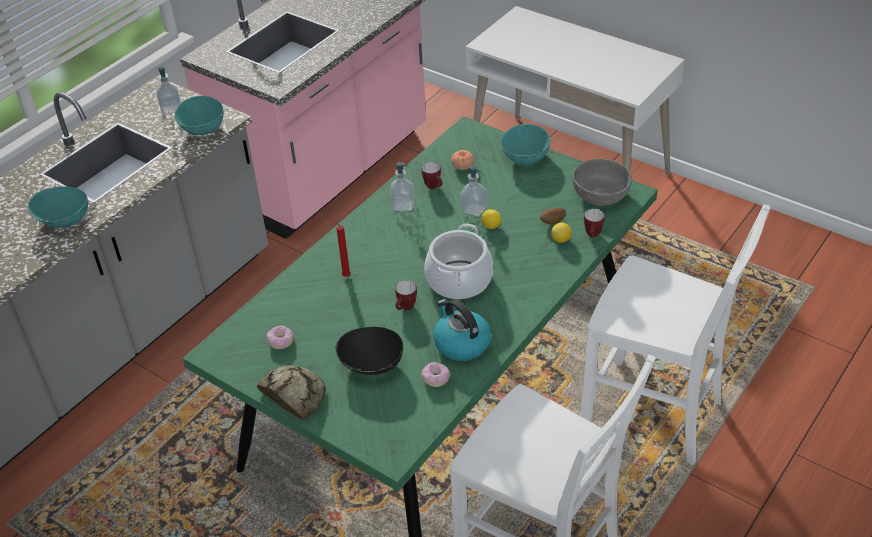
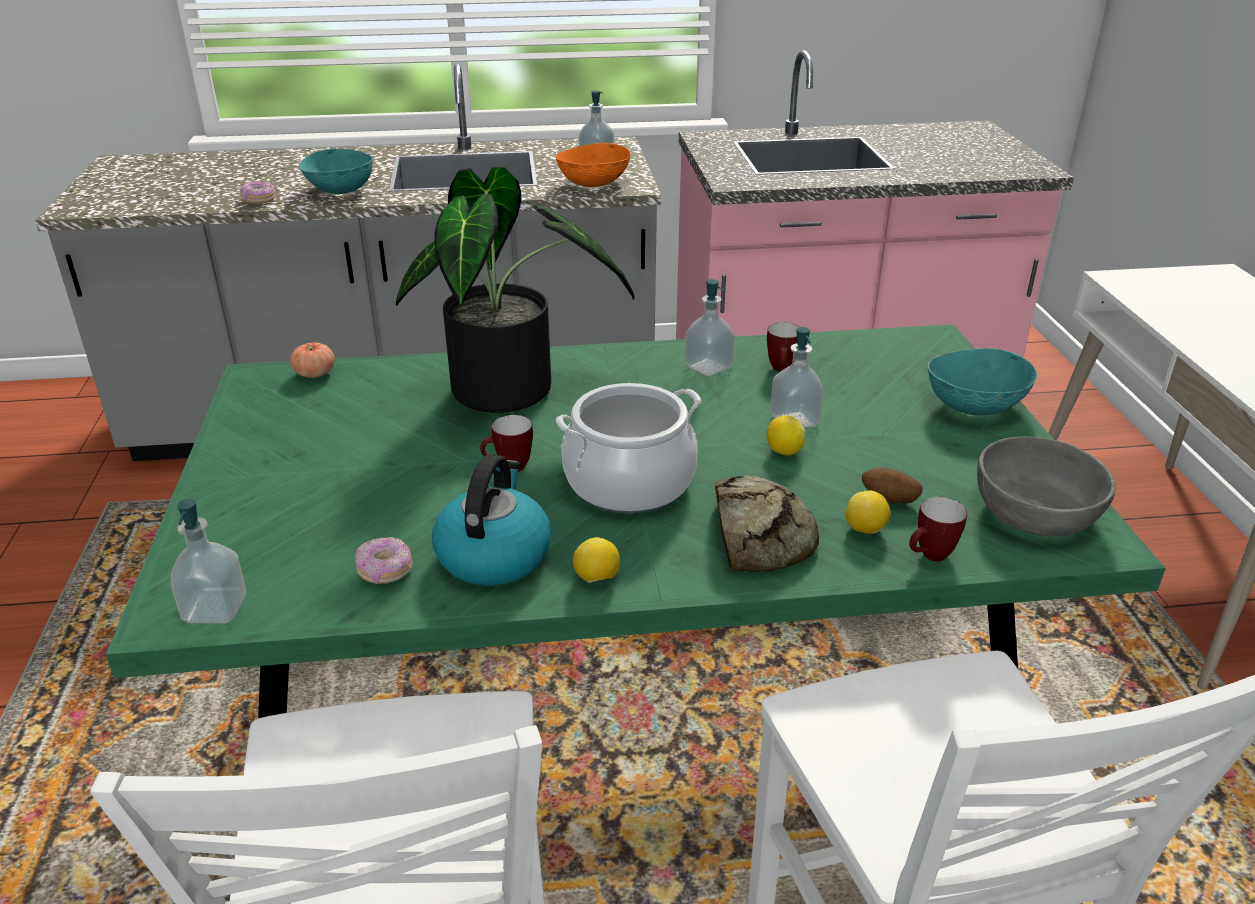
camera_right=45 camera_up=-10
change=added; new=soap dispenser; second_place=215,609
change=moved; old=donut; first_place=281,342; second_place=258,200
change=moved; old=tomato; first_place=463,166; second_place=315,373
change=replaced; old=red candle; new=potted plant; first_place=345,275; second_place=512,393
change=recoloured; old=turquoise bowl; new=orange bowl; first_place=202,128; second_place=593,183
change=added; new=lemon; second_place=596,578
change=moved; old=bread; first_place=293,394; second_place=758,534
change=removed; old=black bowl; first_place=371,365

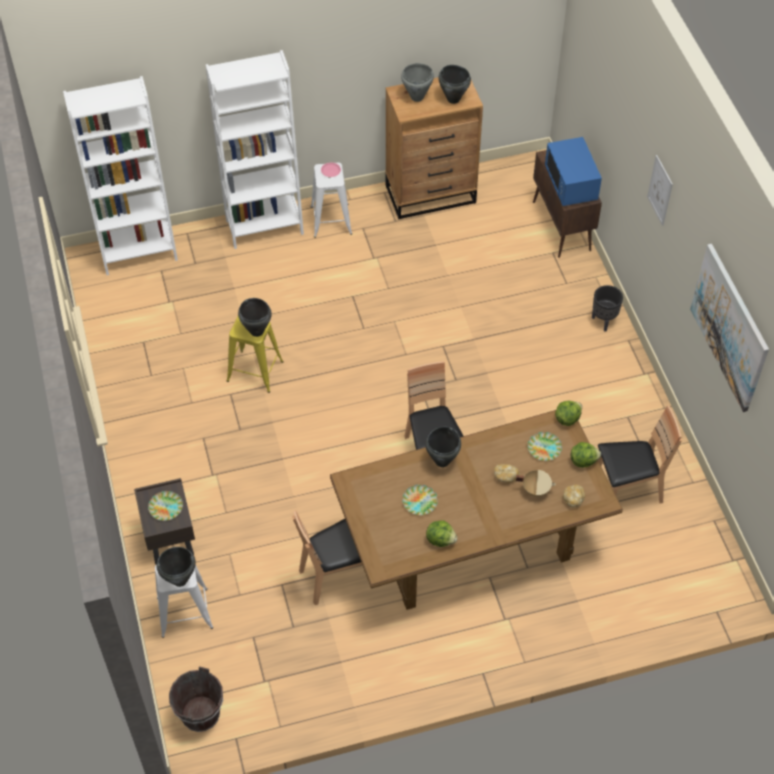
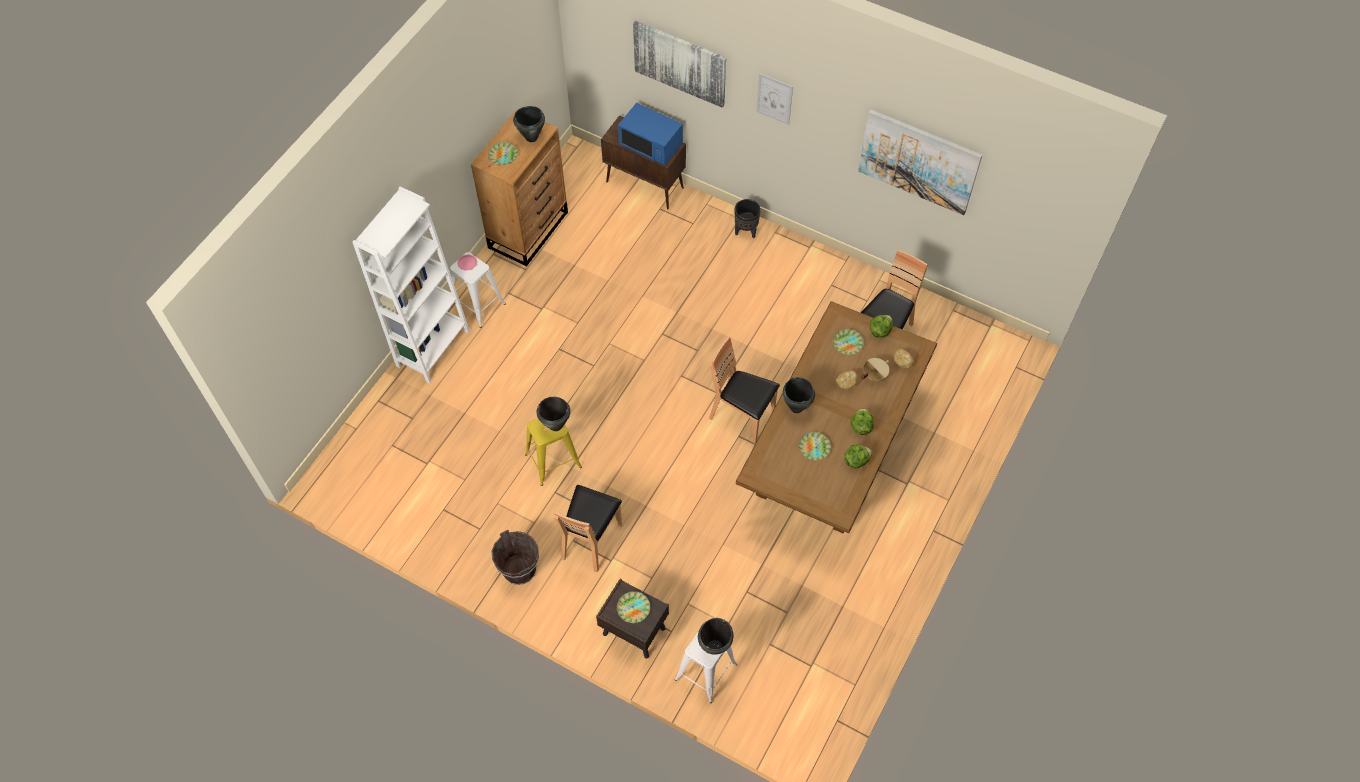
camera_right=-45 camera_up=5
change=replaced; old=grey cooking pot; new=plate; first_place=417,97; second_place=503,155
change=moved; old=brown bucket; first_place=201,714; second_place=519,569
change=moved; old=brown chair; first_place=336,576; second_place=591,540
change=added; new=picture; second_place=680,63
change=moved; old=lettuce; first_place=567,418; second_place=861,427
change=removed; old=white bookcase; first_place=138,252

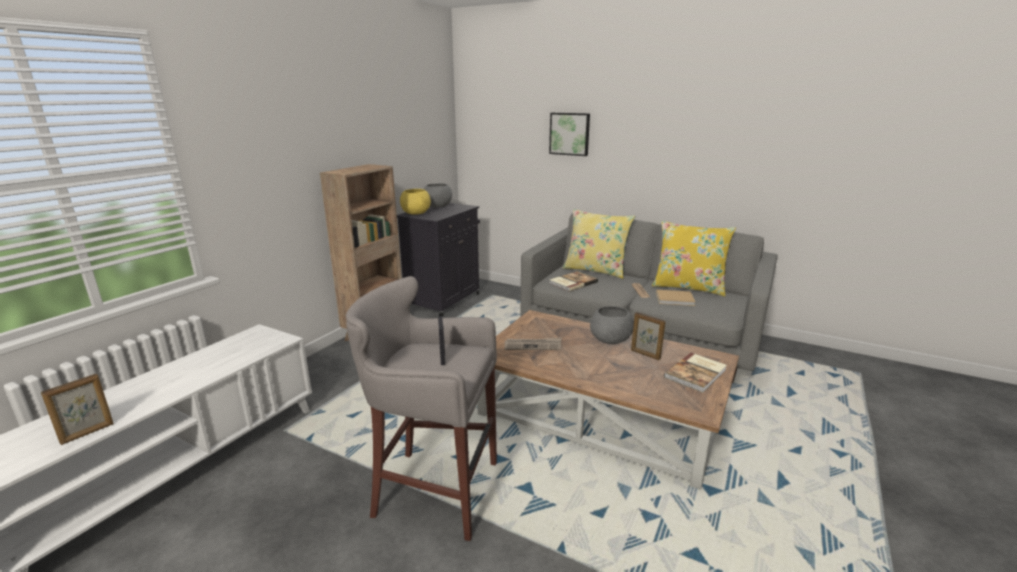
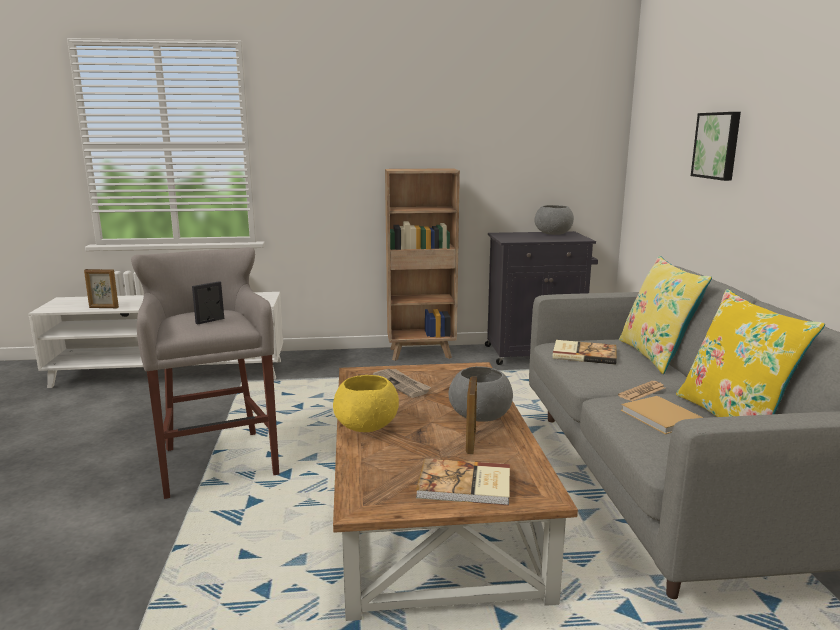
camera_right=55 camera_up=-5
change=moved; old=yellow bowl; first_place=416,213; second_place=366,426

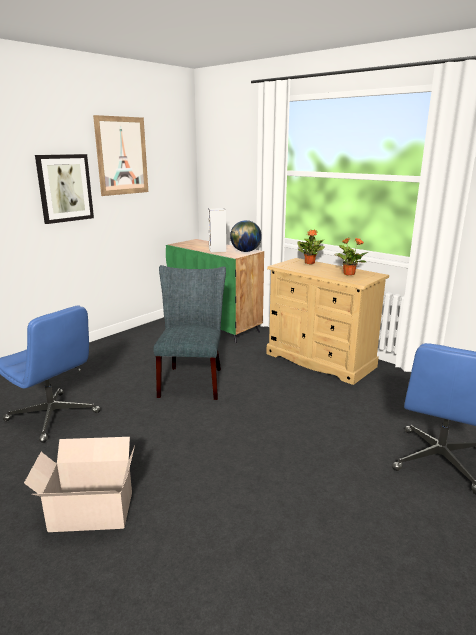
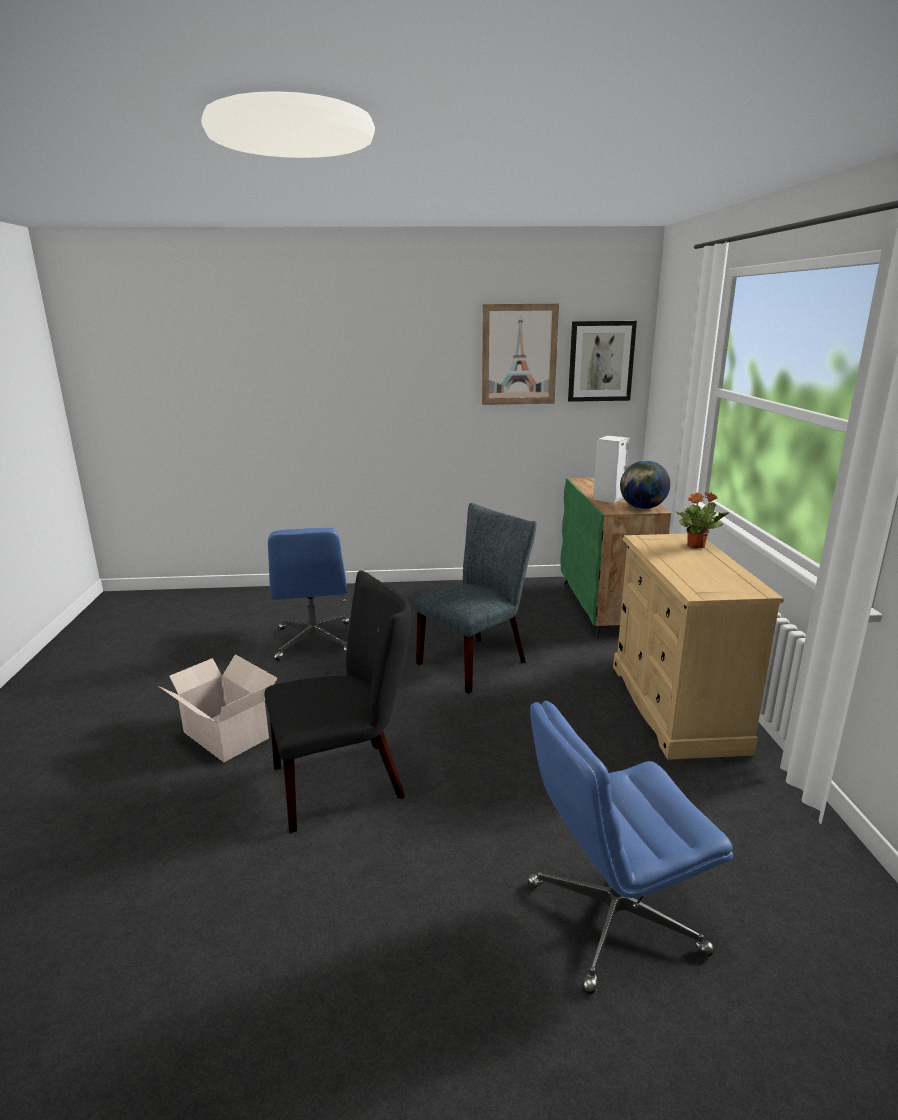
camera_right=45 camera_up=0
change=added; new=black chair; second_place=347,780
change=moved; old=picture; first_place=65,188; second_place=601,361
change=removed; old=potted plant; first_place=348,274

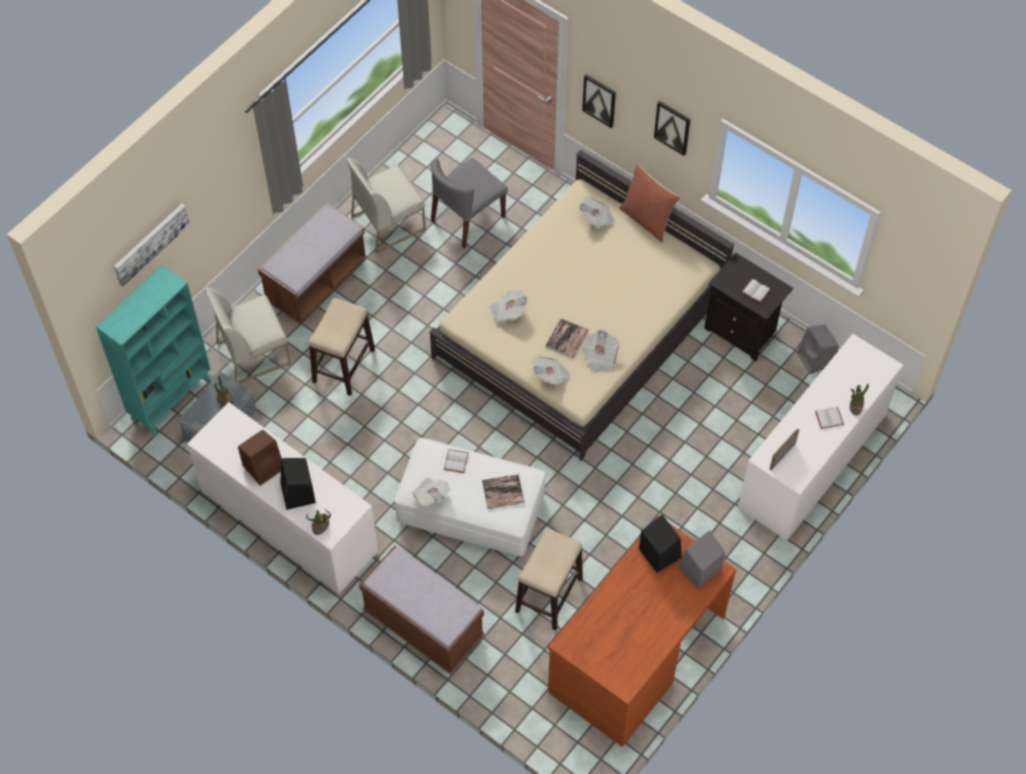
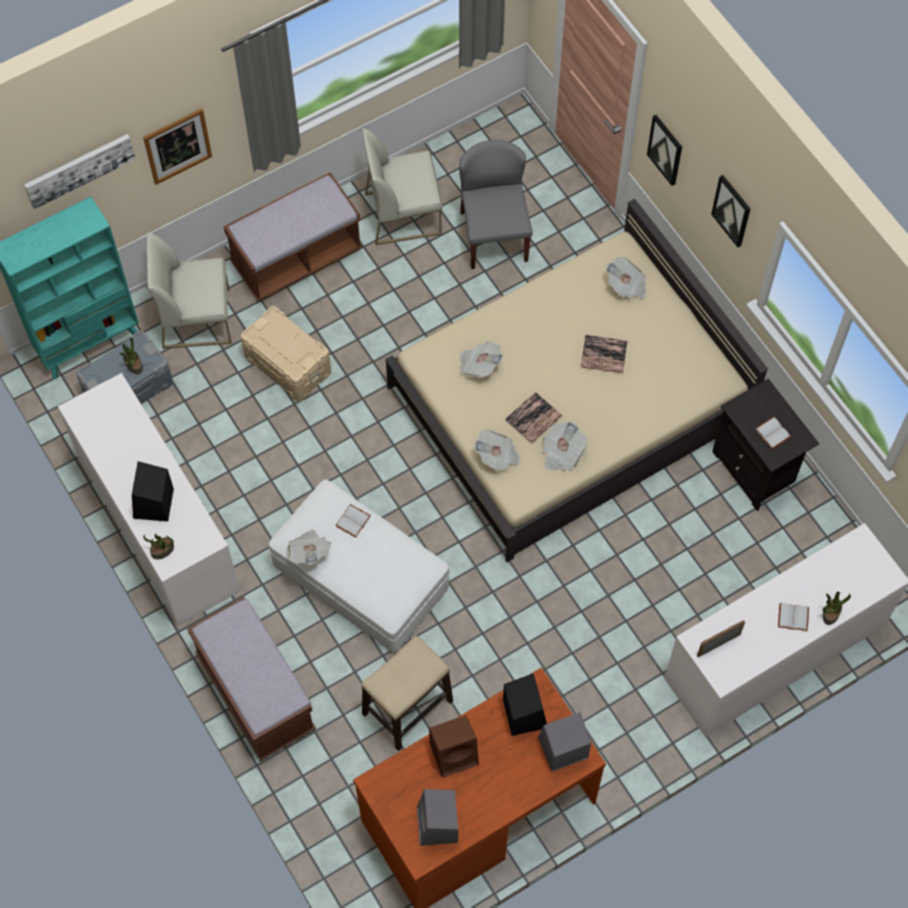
camera_right=20 camera_up=5
change=added; new=picture; second_place=177,146
change=replaced; old=stool; new=beige storage box; first_place=344,365; second_place=288,364
change=moved; old=grey speaker; first_place=816,359; second_place=438,826
change=moved; old=brown speaker; first_place=264,466; second_place=455,753
change=turned; old=grey chair; first_place=467,218; second_place=493,235; degrees=105
change=moved; old=book; first_place=503,492; second_place=603,355
change=removed; old=pillow; first_place=647,219

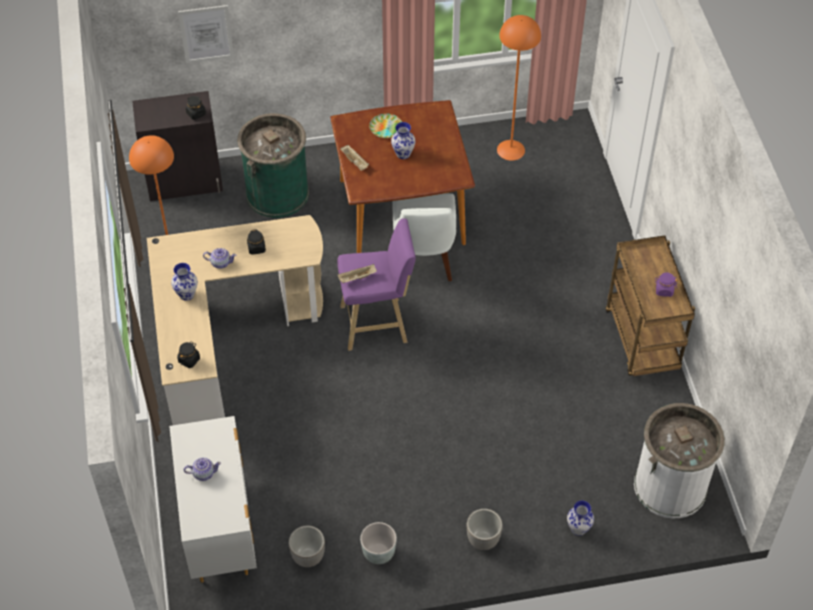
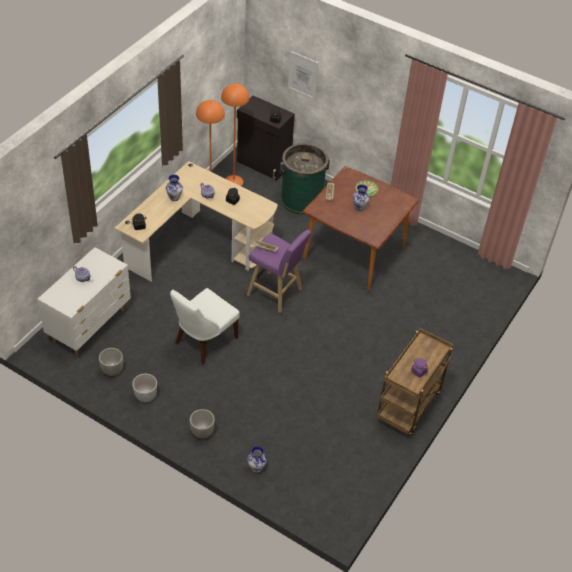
camera_right=40 camera_up=-5
change=moved; old=white chair; first_place=424,259; second_place=203,341
change=moved; old=orange floor lamp; first_place=511,150; second_place=233,181
change=removed; old=white trash can; first_place=670,486

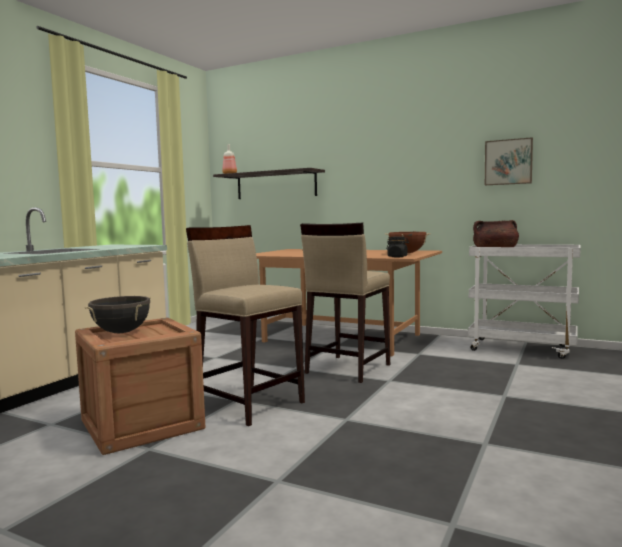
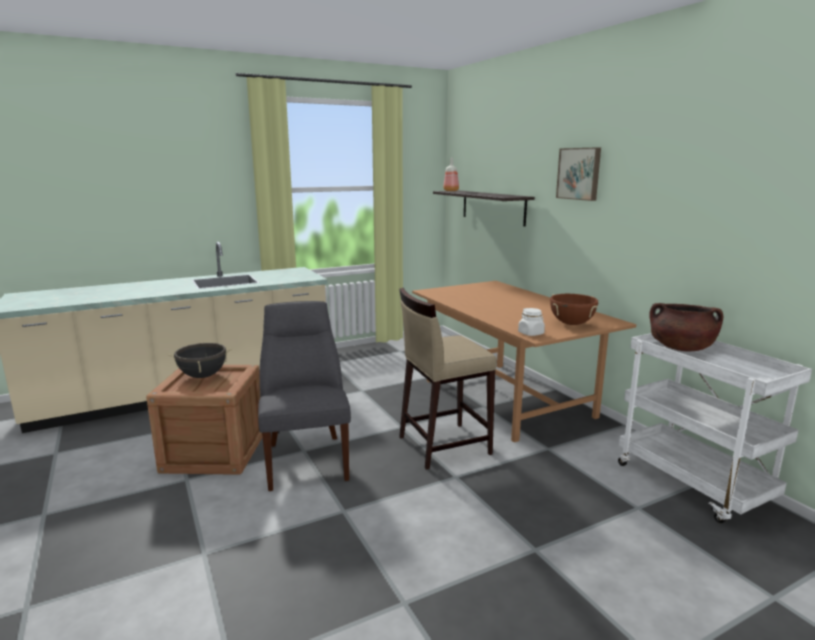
camera_right=35 camera_up=10
change=replaced; old=beige stool; new=grey chair; first_place=250,403; second_place=306,459
change=recoloured; old=black jar; new=white jar; first_place=397,257; second_place=531,333
change=moved; old=picture; first_place=508,162; second_place=579,173

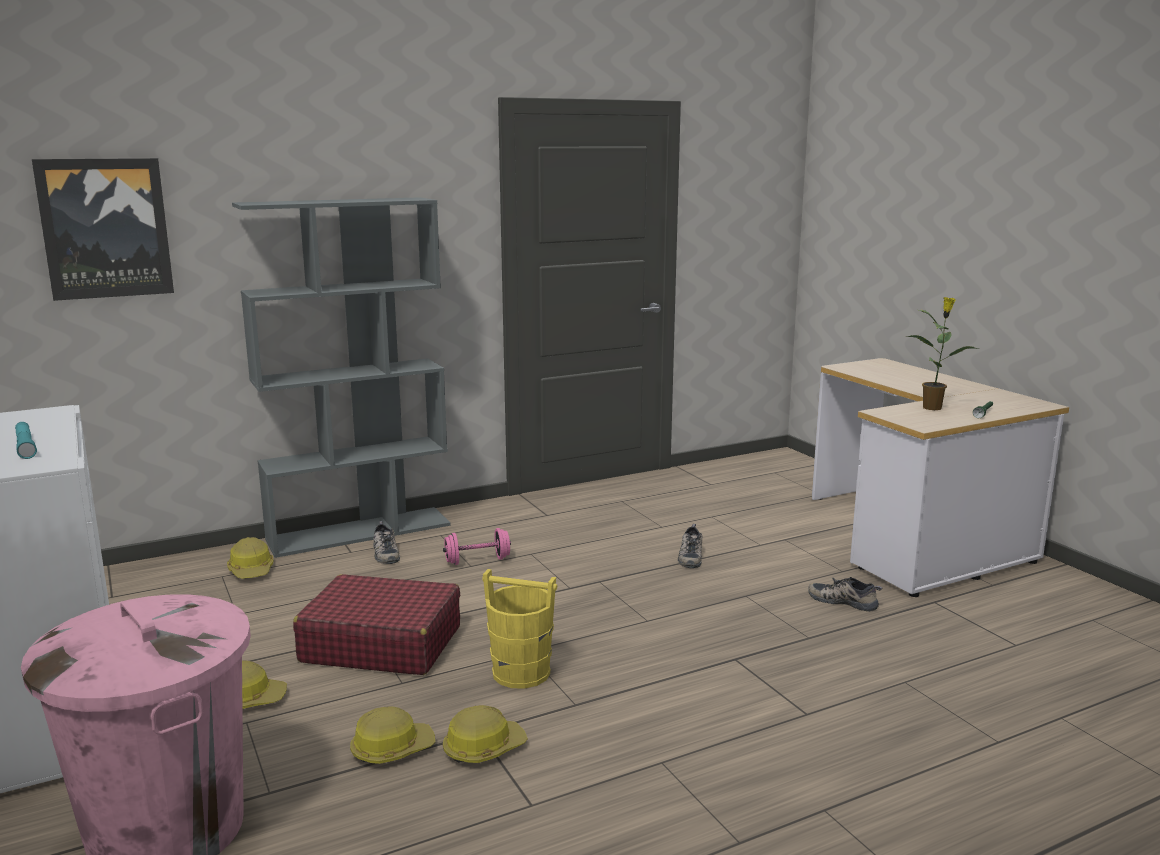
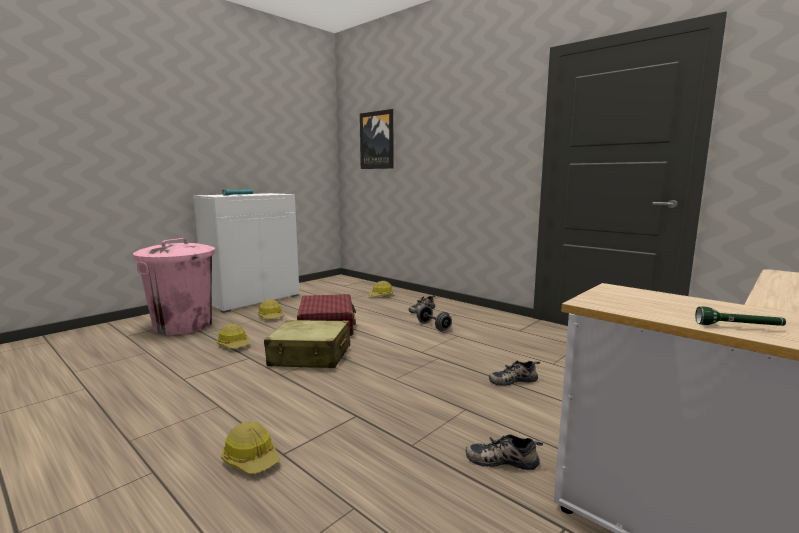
camera_right=70 camera_up=-5
change=moved; old=hard hat; first_place=483,748; second_place=251,459
change=replaced; old=yellow bucket; new=beige suitcase; first_place=520,673; second_place=310,356
change=recoloured; old=pink dumbbell; new=grey dumbbell; first_place=477,560; second_place=433,326
change=turned; old=shoe; first_place=844,601; second_place=502,459; degrees=-90
change=removed; old=grey bookcase; first_place=360,532
change=removed; old=potted plant; first_place=933,407

